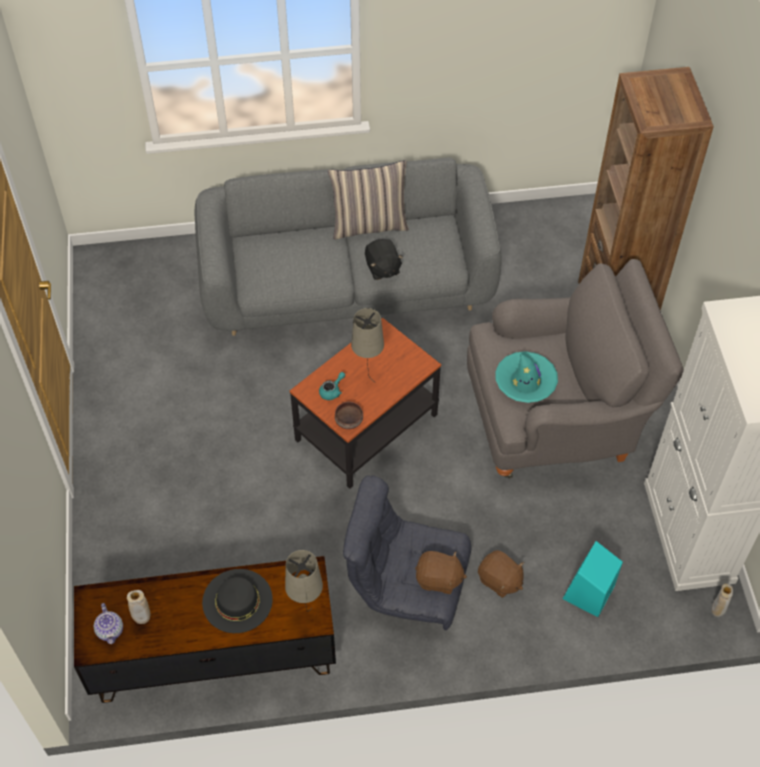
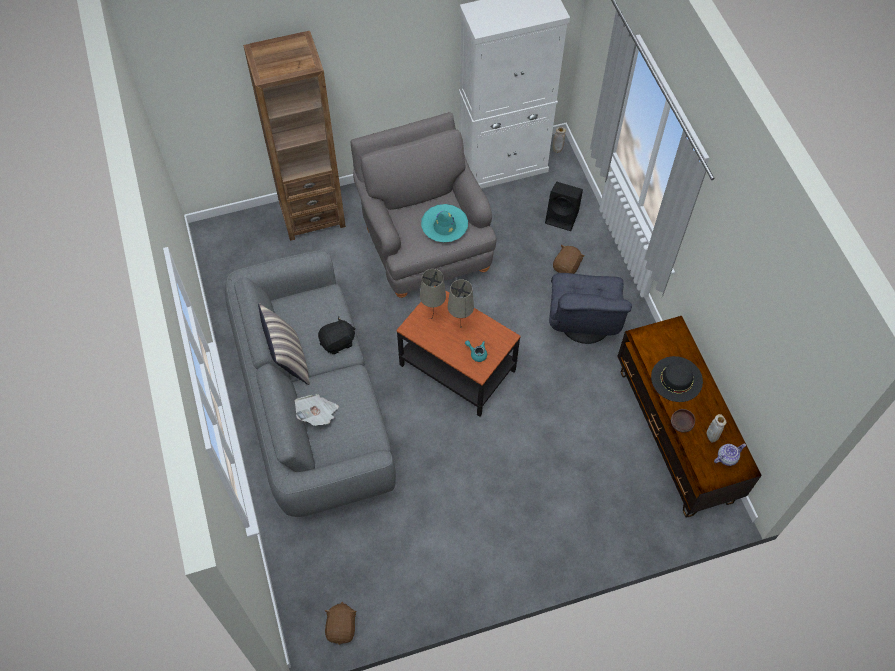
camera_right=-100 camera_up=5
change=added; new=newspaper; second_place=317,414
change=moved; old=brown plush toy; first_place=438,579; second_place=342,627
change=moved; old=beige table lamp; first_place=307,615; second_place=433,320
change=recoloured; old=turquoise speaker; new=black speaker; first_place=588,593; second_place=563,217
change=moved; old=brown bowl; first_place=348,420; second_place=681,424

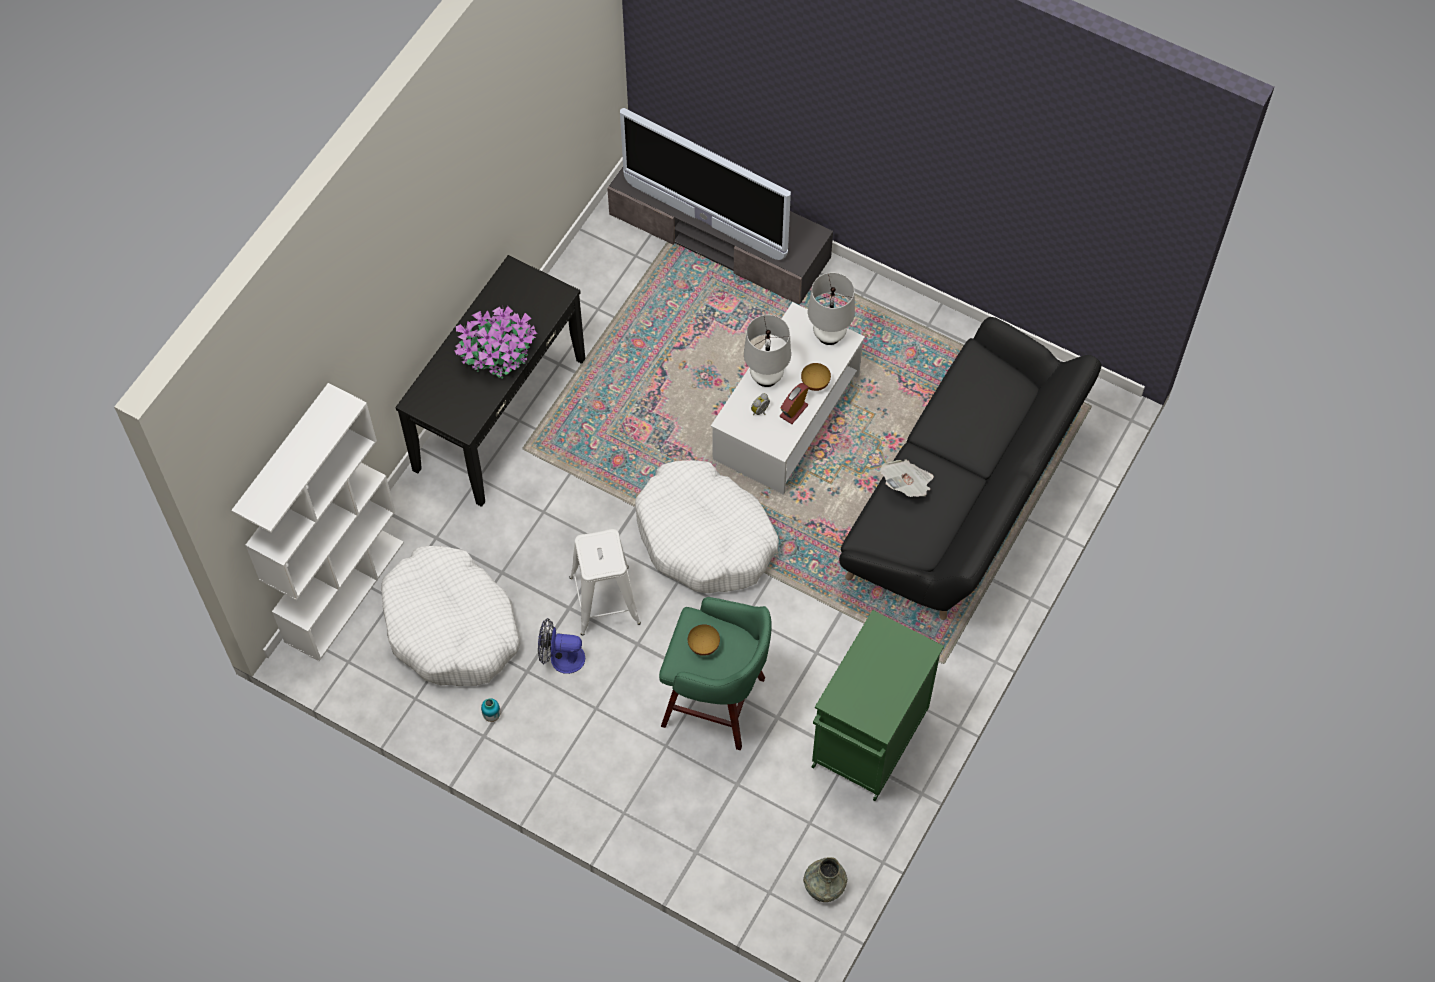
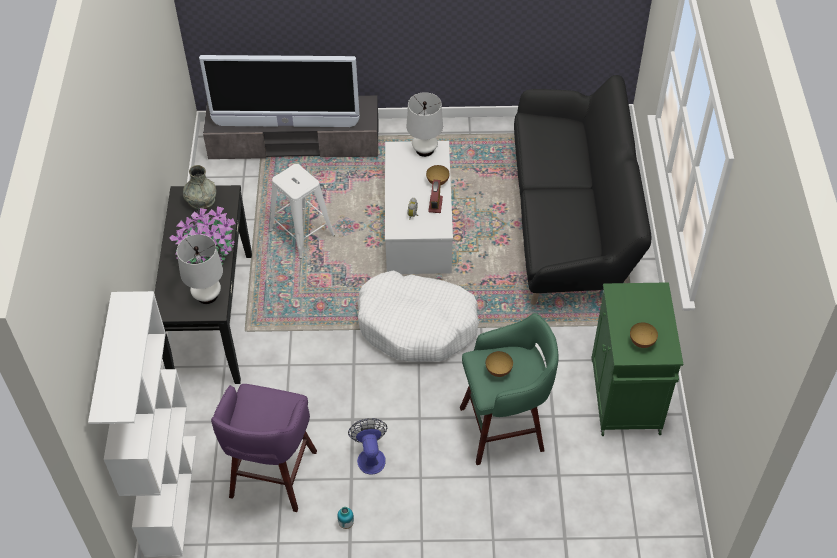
camera_right=-30 camera_up=-10
change=moved; old=white table lamp; first_place=766,376; second_place=207,295
change=moved; old=grey vase; first_place=824,885; second_place=201,200
change=replaced; old=white dog bed; new=purple stool; first_place=451,626; second_place=272,477
change=moved; old=white stool; first_place=604,600; second_place=302,233
change=turned; old=fan; first_place=561,658; second_place=370,456; degrees=105
change=added; new=bowl; second_place=641,342
change=removed; old=newspaper; first_place=907,485

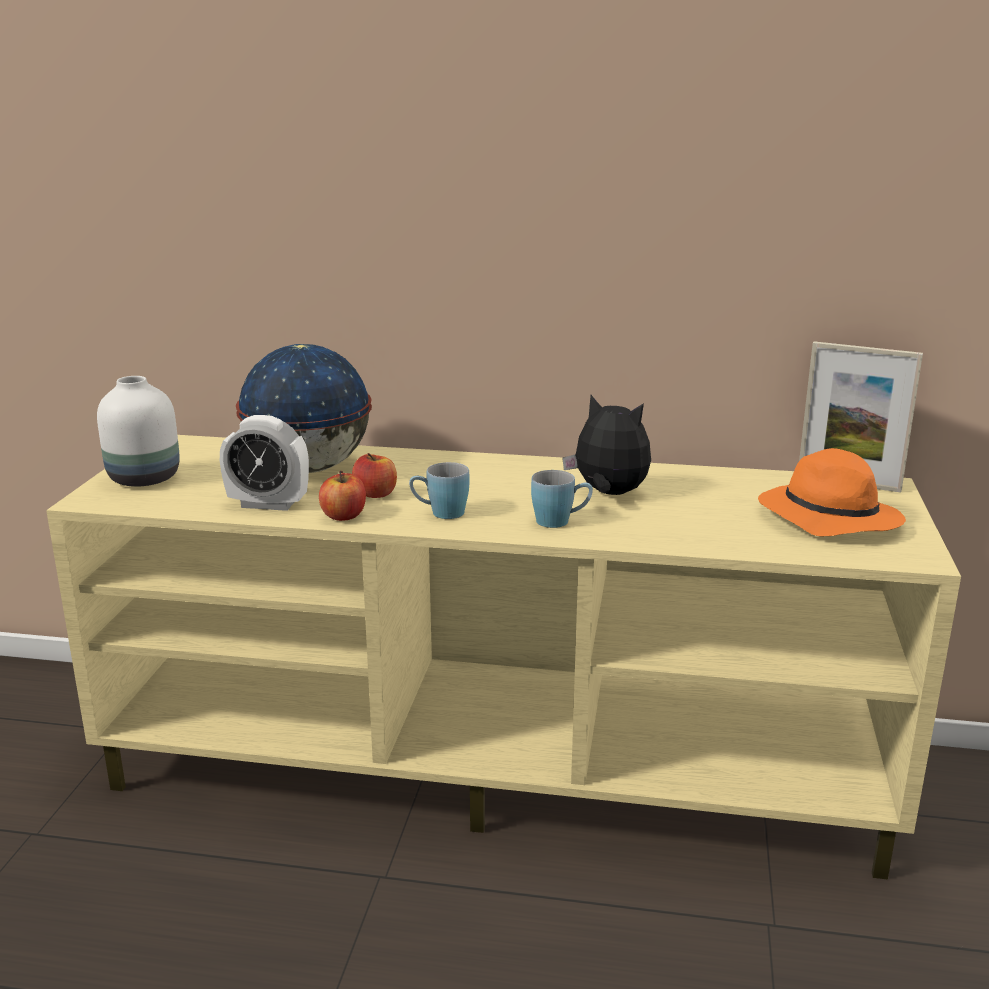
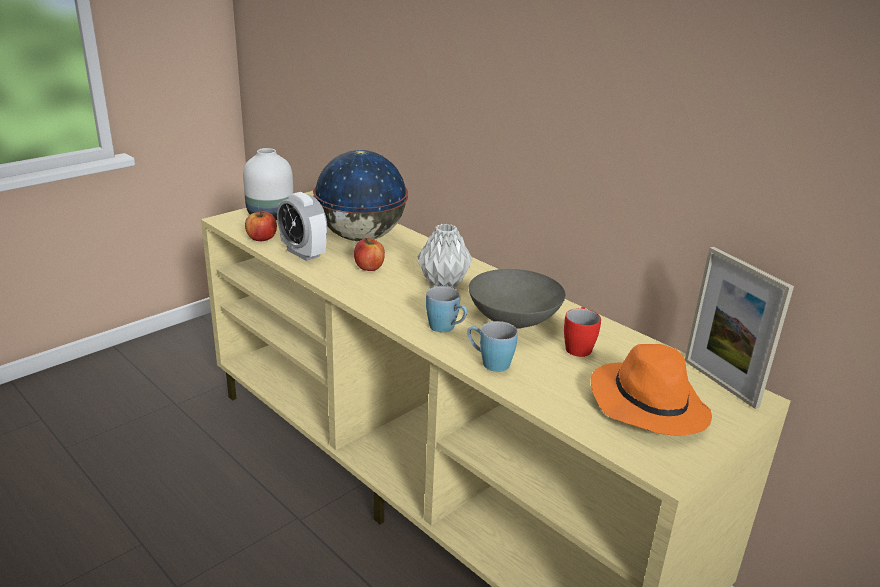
camera_right=35 camera_up=5
change=moved; old=apple; first_place=344,516; second_place=262,238
change=added; new=grey vase; second_place=442,284
change=moved; old=blue mug; first_place=440,513; second_place=489,362
change=replaced; old=plush toy; new=grey bowl; first_place=608,494; second_place=512,321
change=added; new=red mug; second_place=578,346

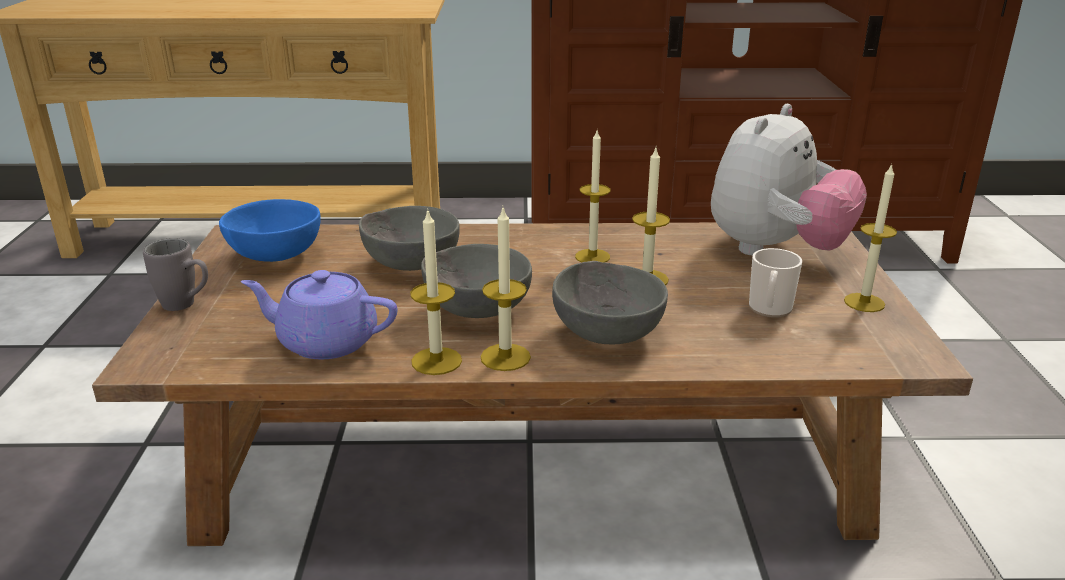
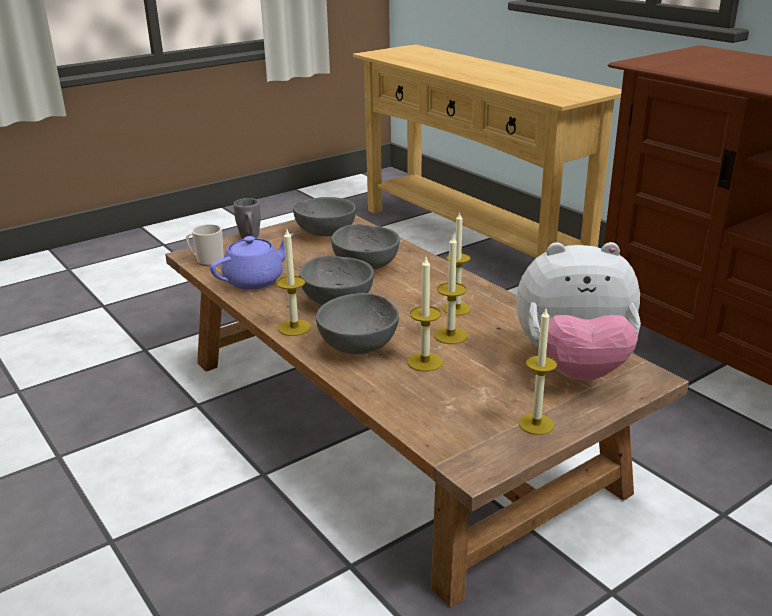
camera_right=55 camera_up=0
change=moved; old=mug; first_place=769,310; second_place=207,261
change=turned; old=purple teapot; first_place=325,341; second_place=255,280; degrees=75
change=recoloured; old=blue bowl; new=grey bowl; first_place=272,257; second_place=324,233
change=moved; old=candle; first_place=436,361; second_place=425,362

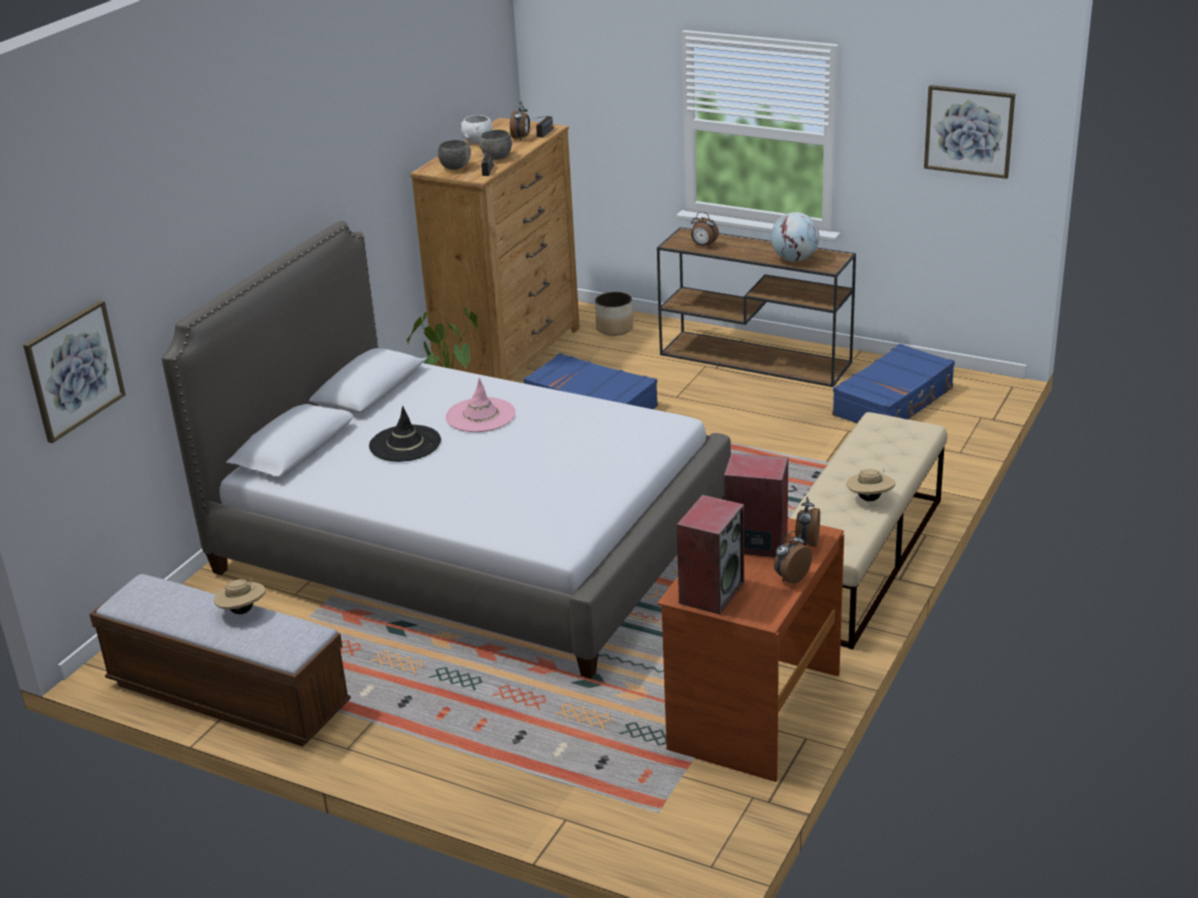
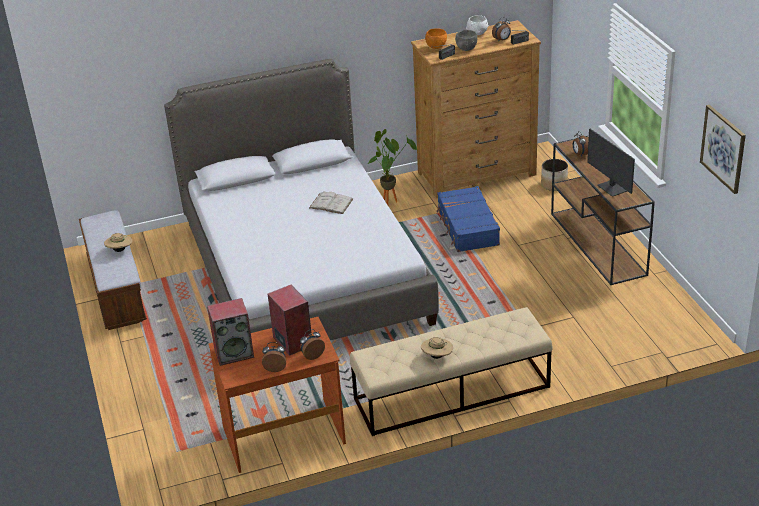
camera_right=45 camera_up=5
change=replaced; old=pink hat; new=white book; first_place=480,415; second_place=331,203
change=recoloured; old=grey bowl; new=orange bowl; first_place=455,167; second_place=436,47
change=replaced; old=globe; new=monitor; first_place=794,259; second_place=612,188
change=removed; old=picture; first_place=74,370
change=removed; old=black hat; first_place=405,444
change=removed; old=blue suitcase; first_place=894,402

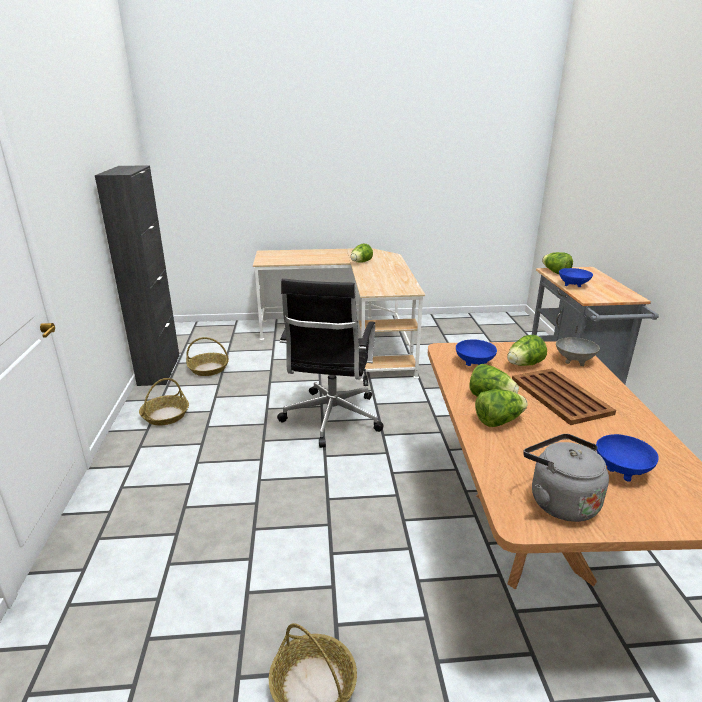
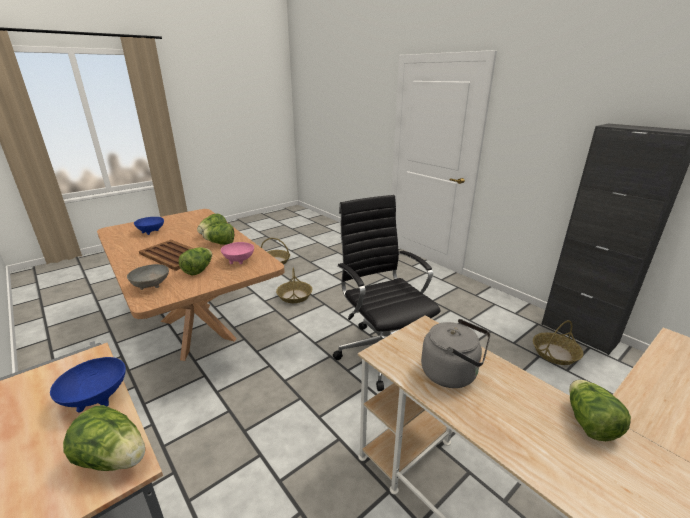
camera_right=145 camera_up=0
change=recoloured; old=blue bowl; new=pink bowl; first_place=474,363; second_place=239,261
change=moved; old=basket; first_place=165,415; second_place=294,296
change=moved; old=grey kettle; first_place=559,501; second_place=452,373

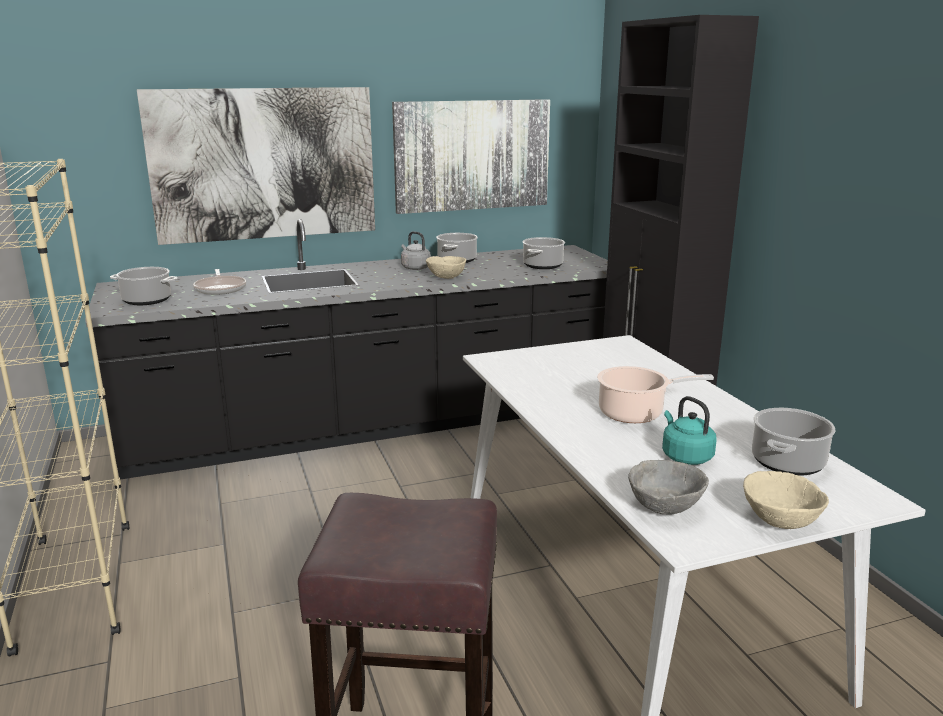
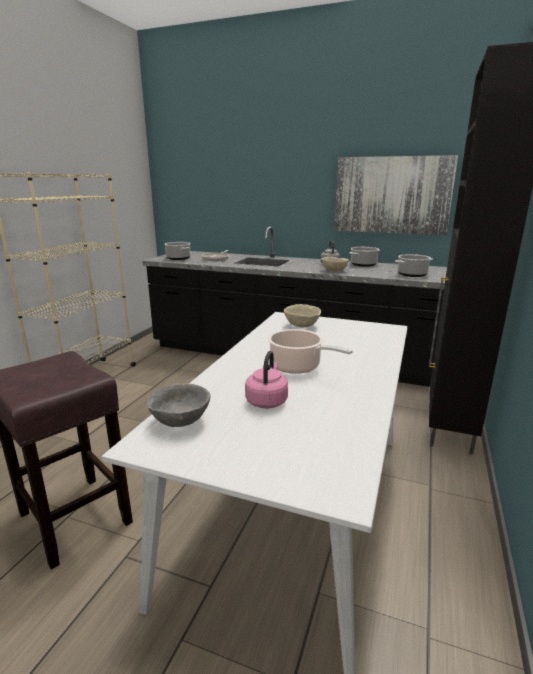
camera_right=40 camera_up=0
change=recoloured; old=turquoise kettle; new=pink kettle; first_place=685,456; second_place=267,400
change=moved; old=beige bowl; first_place=779,520; second_place=302,325
change=removed; old=picture; first_place=264,164
change=removed; old=cooking pot; first_place=788,463

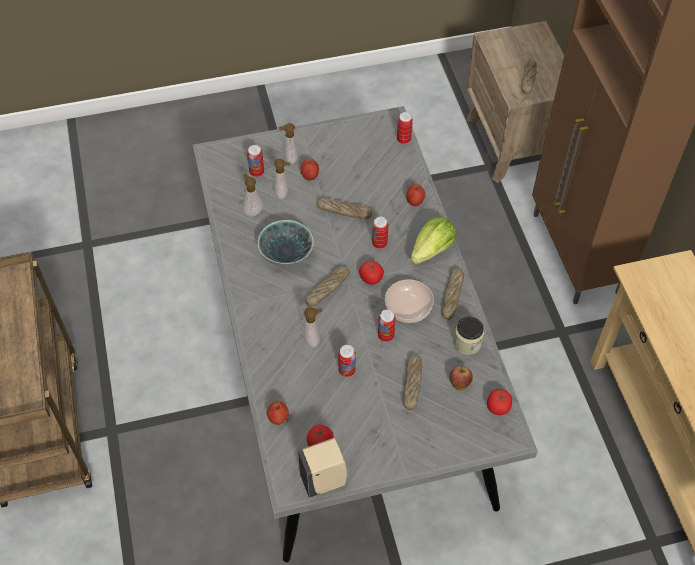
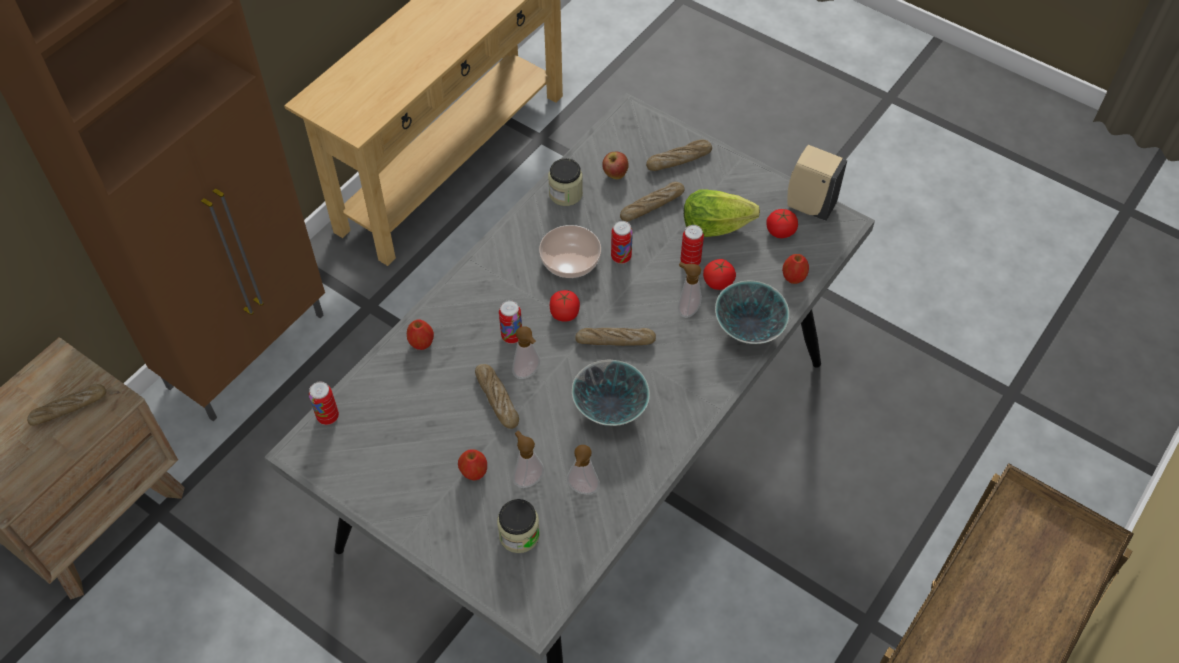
camera_right=-130 camera_up=0
change=replaced; old=can; new=jar; first_place=256,172; second_place=519,535
change=moved; old=soap dispenser; first_place=289,159; second_place=528,373
change=moved; old=bread; first_place=452,296; second_place=679,160
change=moved; old=lettuce; first_place=432,250; second_place=714,226
change=moved; old=tomato; first_place=498,407; second_place=718,282
change=added; new=bowl; second_place=748,328

